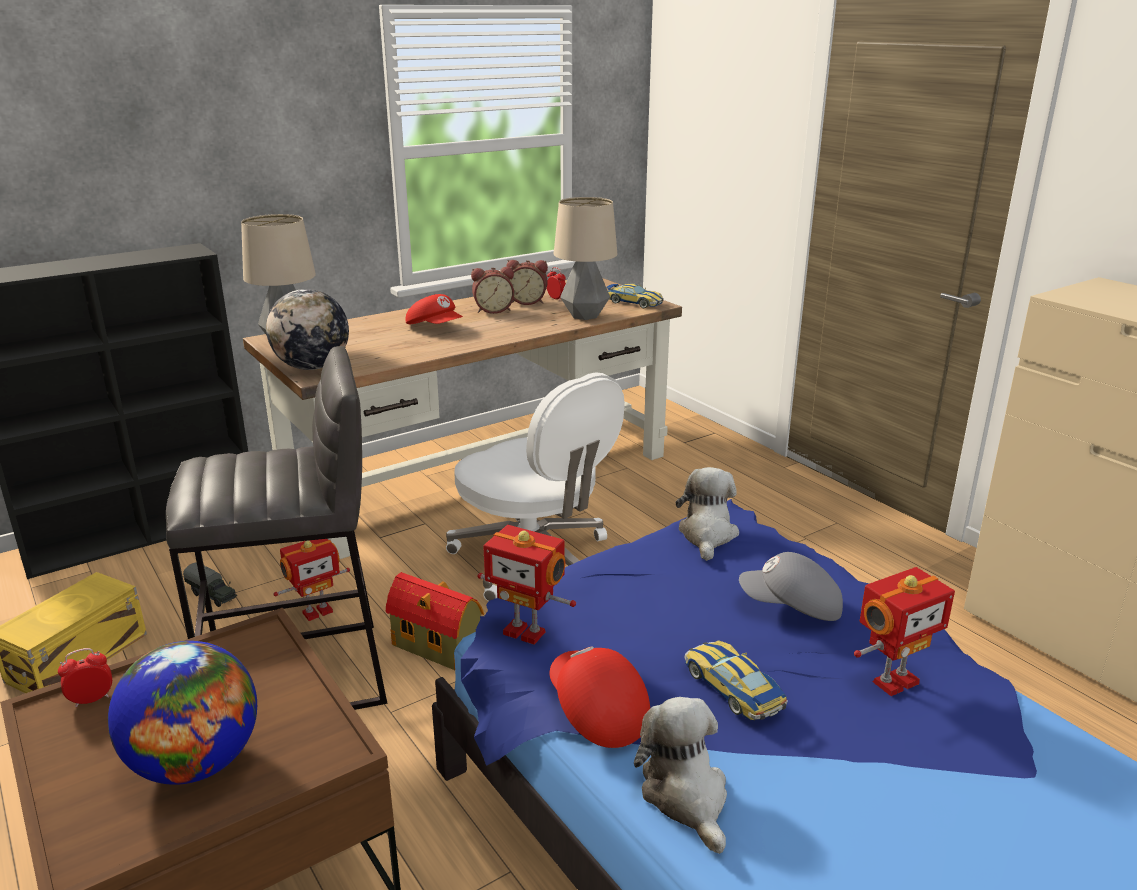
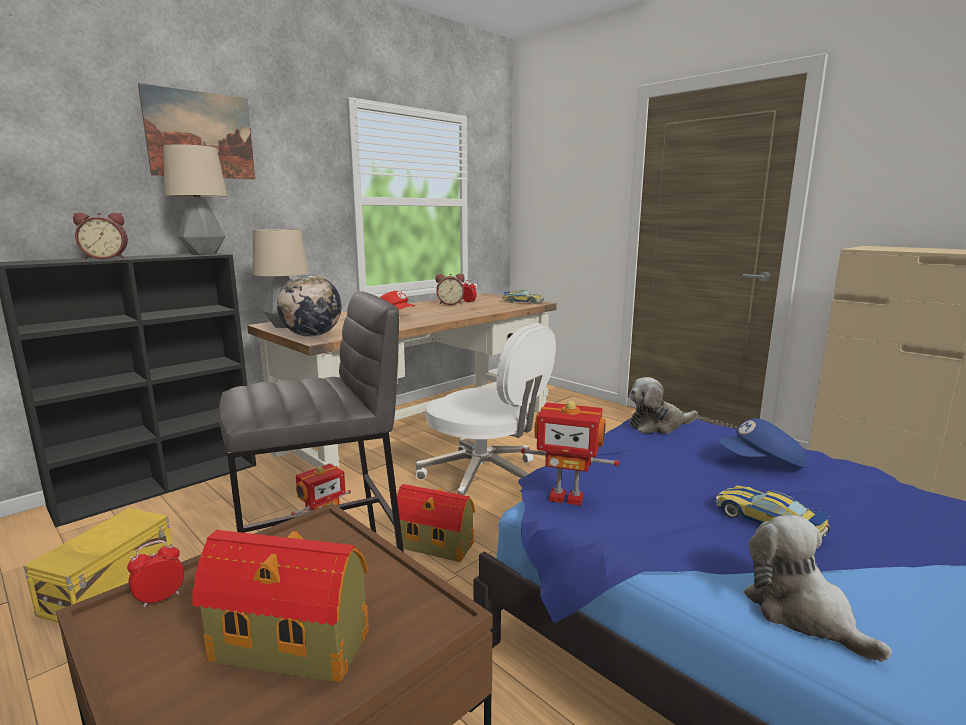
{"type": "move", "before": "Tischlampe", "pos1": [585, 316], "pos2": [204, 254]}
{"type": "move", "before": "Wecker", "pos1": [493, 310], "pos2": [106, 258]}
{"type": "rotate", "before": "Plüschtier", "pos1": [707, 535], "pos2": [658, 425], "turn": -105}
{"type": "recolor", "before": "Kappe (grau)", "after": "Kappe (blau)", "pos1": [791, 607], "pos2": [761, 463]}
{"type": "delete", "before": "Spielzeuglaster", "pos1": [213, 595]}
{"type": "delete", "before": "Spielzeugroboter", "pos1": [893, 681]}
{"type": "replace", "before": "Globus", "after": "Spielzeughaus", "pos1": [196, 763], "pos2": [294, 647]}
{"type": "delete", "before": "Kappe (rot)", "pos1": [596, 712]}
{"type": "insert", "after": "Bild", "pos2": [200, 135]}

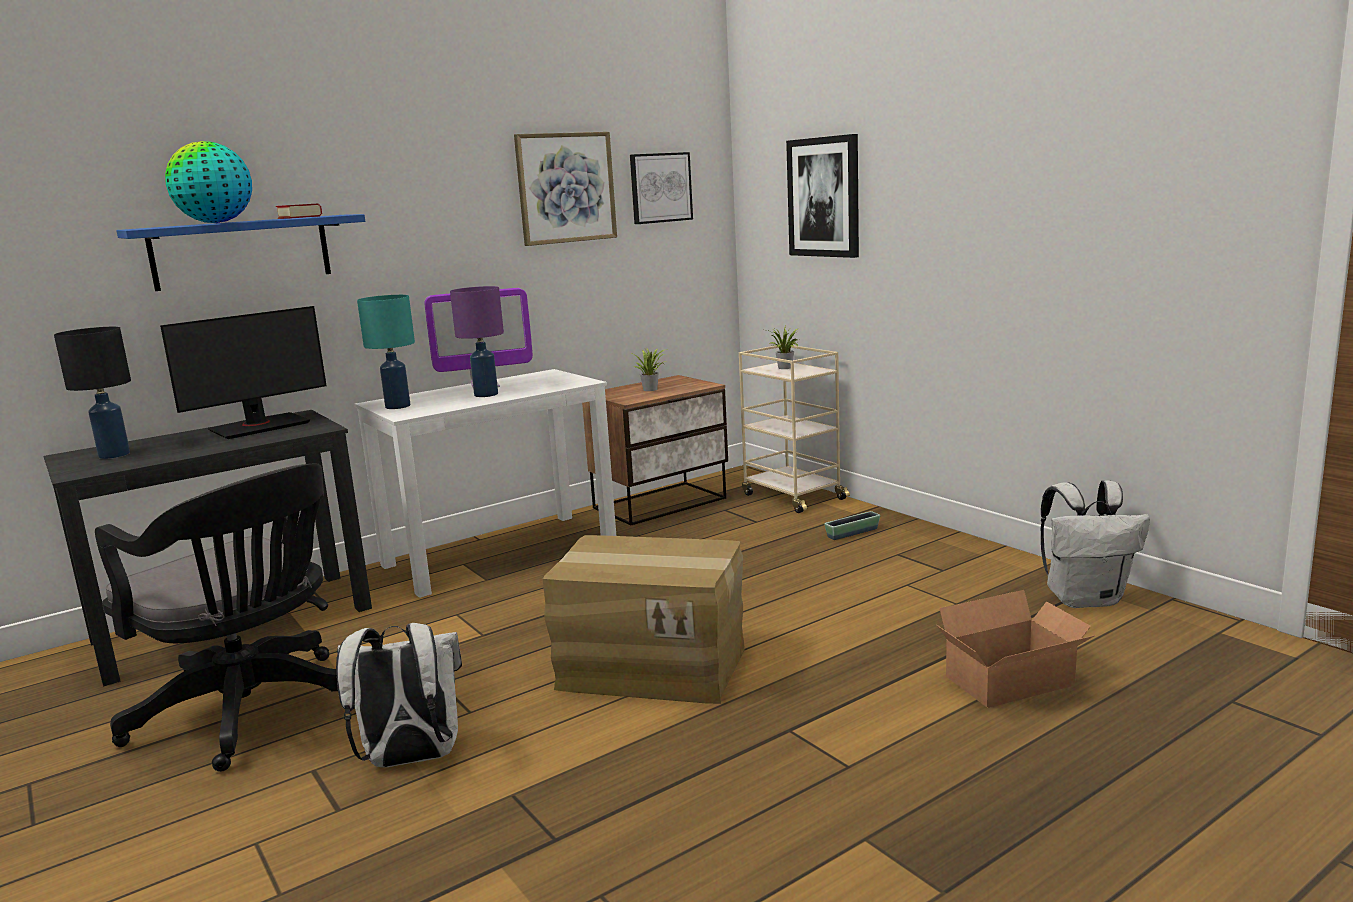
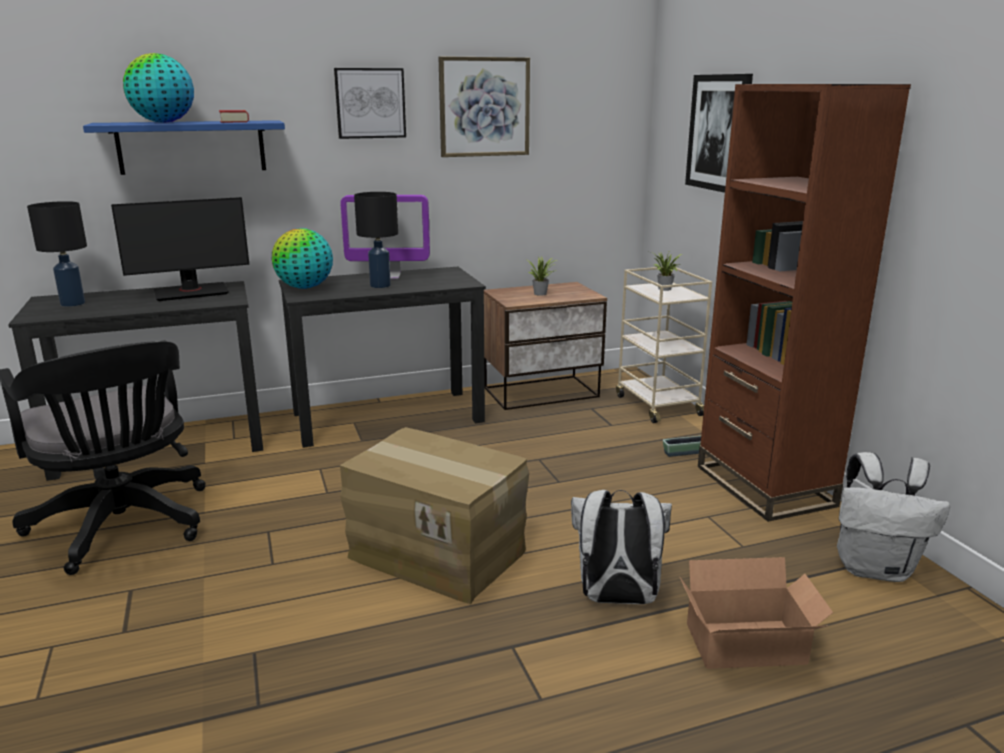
{"type": "move", "before": "Bild", "pos1": [660, 188], "pos2": [370, 103]}
{"type": "recolor", "before": "Tischlampe (lila)", "after": "Tischlampe (schwarz)", "pos1": [486, 394], "pos2": [380, 285]}
{"type": "replace", "before": "Tischlampe (türkis)", "after": "Globus", "pos1": [398, 406], "pos2": [305, 287]}
{"type": "recolor", "before": "Schreibtisch (weiß)", "after": "Schreibtisch (schwarz)", "pos1": [501, 552], "pos2": [388, 417]}
{"type": "move", "before": "Rucksack (weiß)", "pos1": [410, 760], "pos2": [616, 599]}
{"type": "insert", "after": "Bücherregal (braun)", "pos2": [764, 486]}

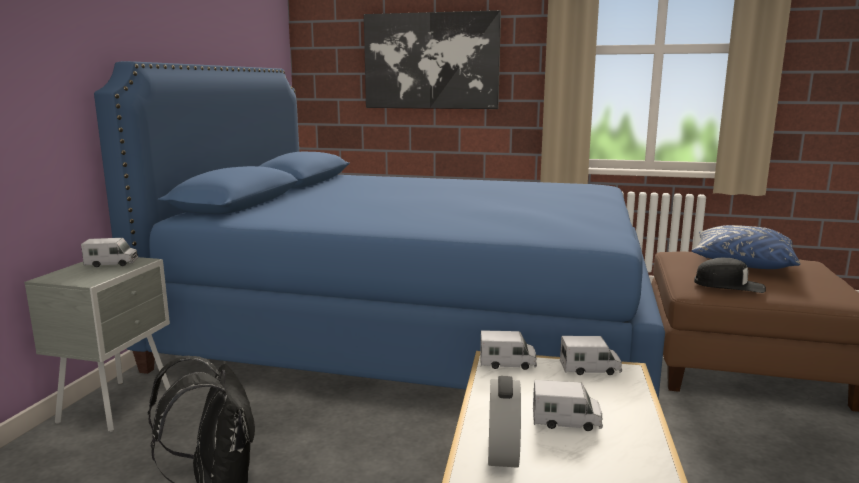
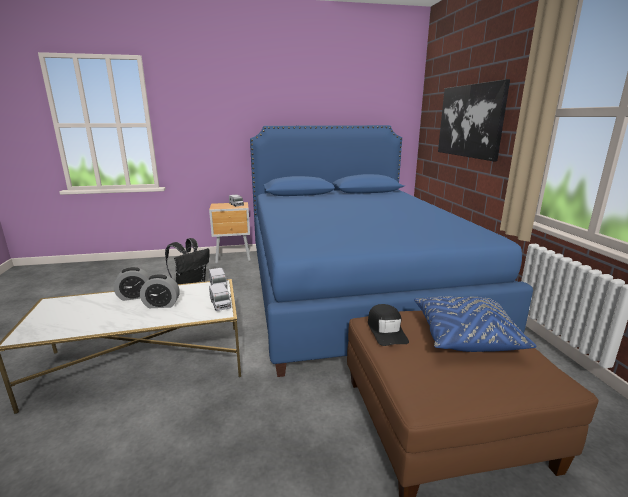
{"type": "recolor", "before": "Nachttisch (grau)", "after": "Nachttisch (braun)", "pos1": [119, 405], "pos2": [234, 258]}
{"type": "replace", "before": "Spielzeuglaster", "after": "Wecker", "pos1": [566, 421], "pos2": [161, 305]}

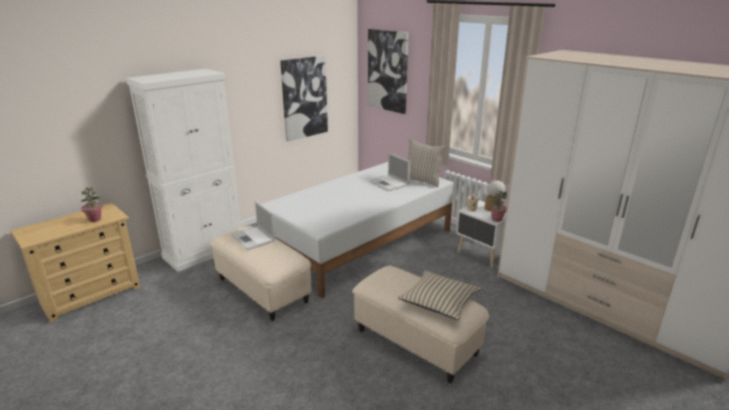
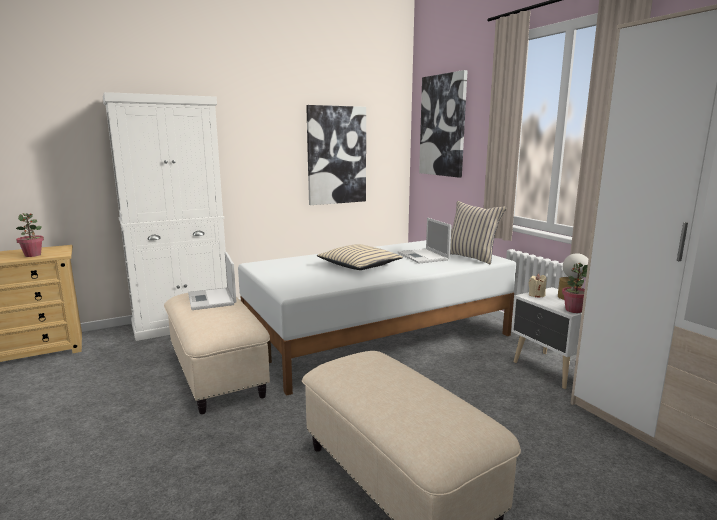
{"type": "move", "before": "Kissen (beige)", "pos1": [439, 301], "pos2": [359, 265]}

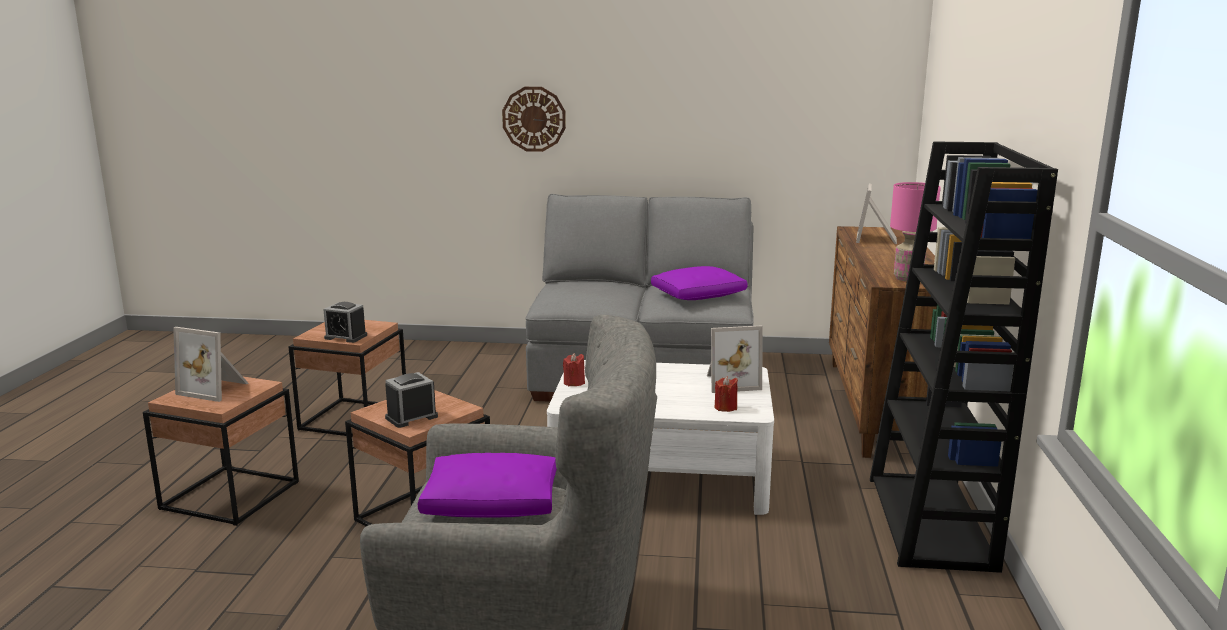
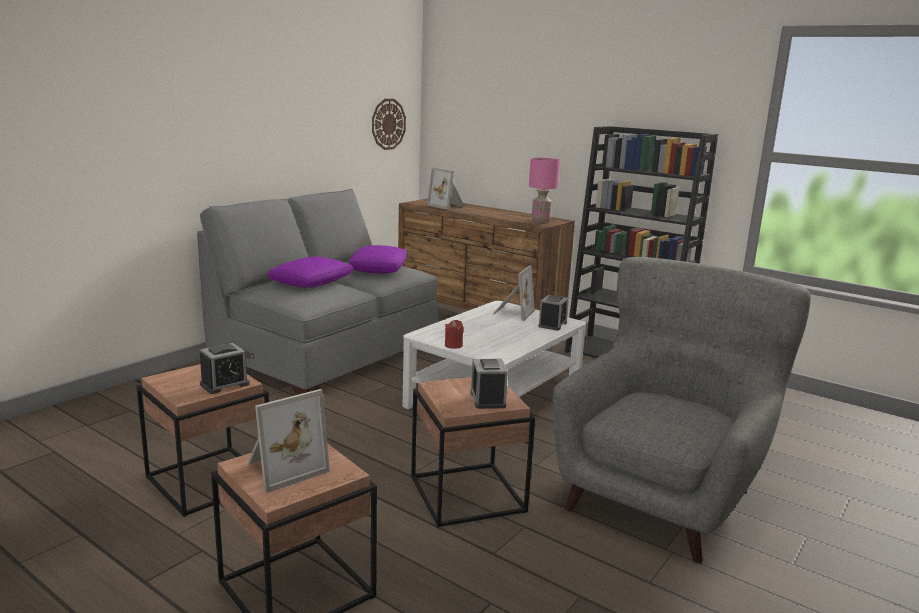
{"type": "move", "before": "Wanduhr", "pos1": [534, 119], "pos2": [388, 124]}
{"type": "replace", "before": "Kerze (rot)", "after": "Wecker", "pos1": [725, 407], "pos2": [552, 324]}
{"type": "move", "before": "Kissen (lila)", "pos1": [493, 503], "pos2": [312, 282]}

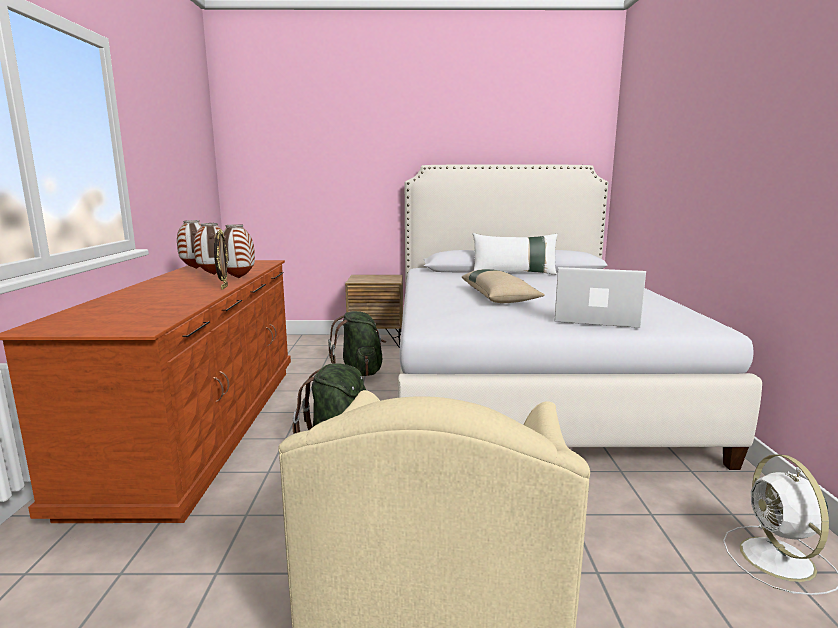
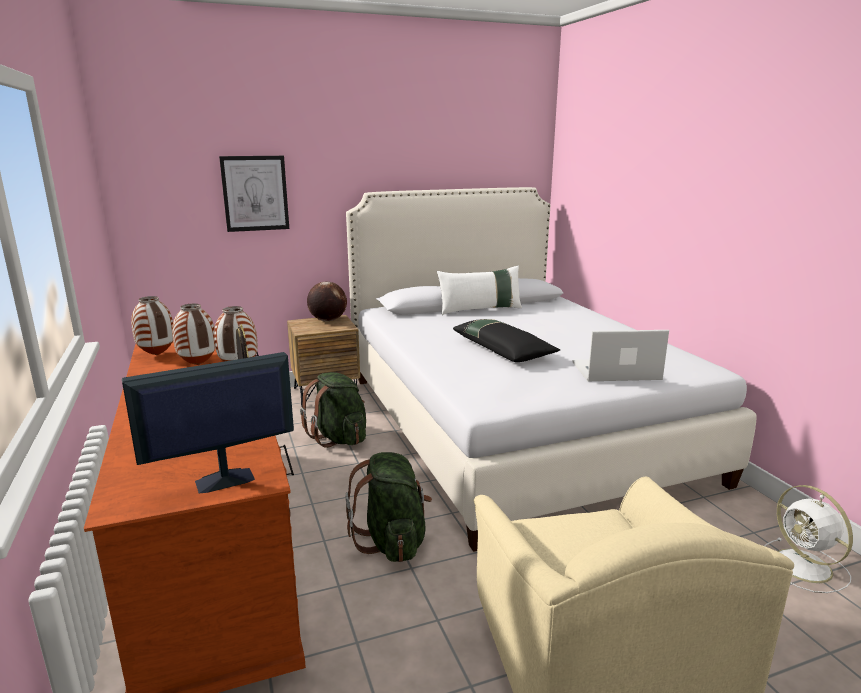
{"type": "recolor", "before": "Kissen (beige)", "after": "Kissen (schwarz)", "pos1": [499, 296], "pos2": [503, 349]}
{"type": "insert", "after": "Bild", "pos2": [255, 193]}
{"type": "insert", "after": "Globus", "pos2": [327, 320]}
{"type": "insert", "after": "Monitor", "pos2": [223, 480]}

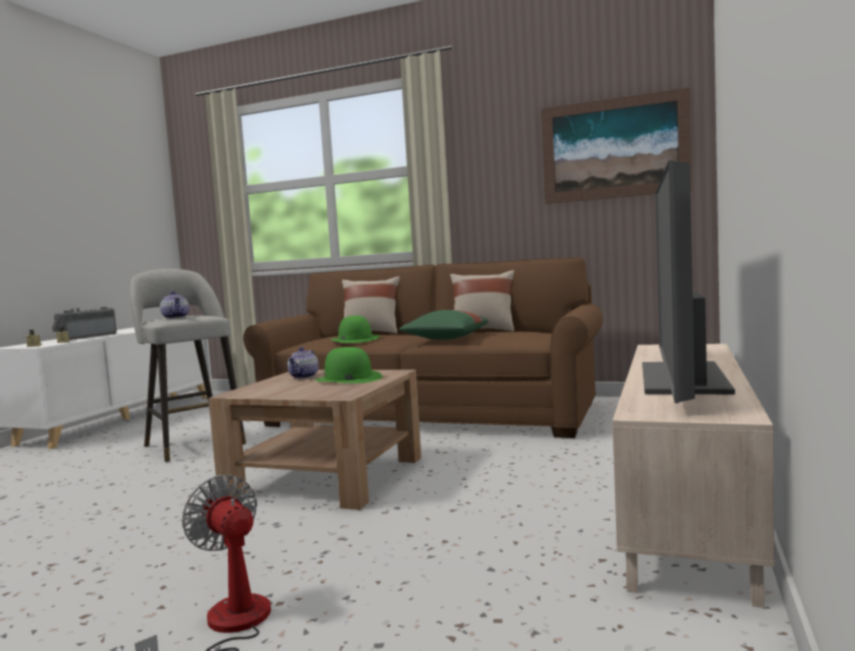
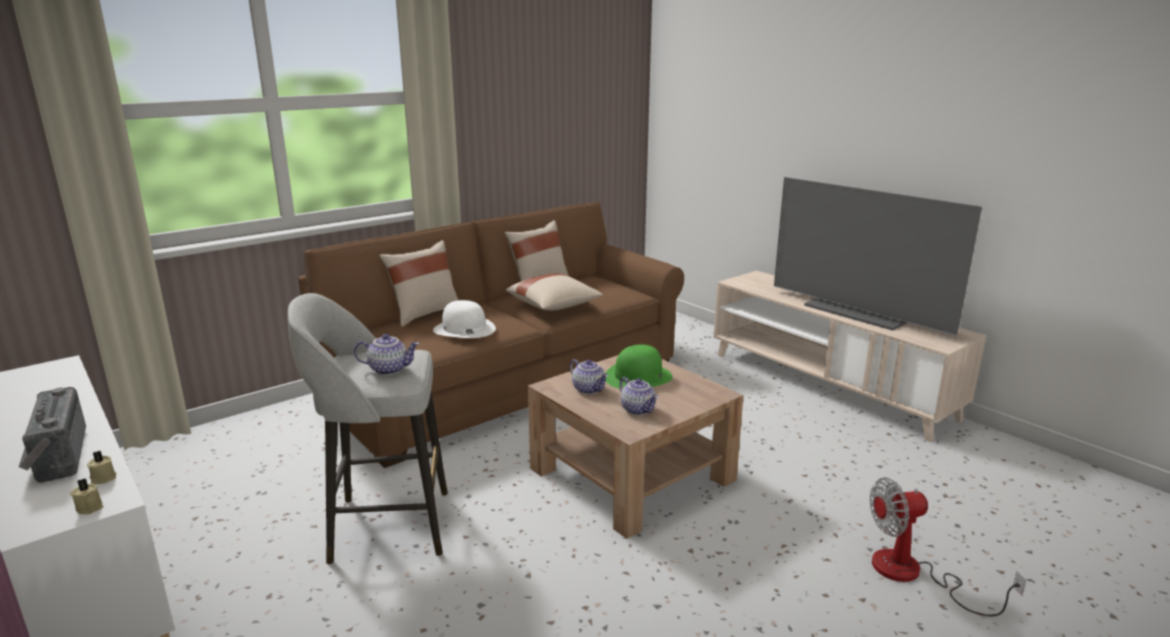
{"type": "delete", "before": "Bild", "pos1": [614, 148]}
{"type": "recolor", "before": "Kissen (grün)", "after": "Kissen (beige)", "pos1": [445, 339], "pos2": [554, 306]}
{"type": "recolor", "before": "Hut (grün)", "after": "Hut (weiß)", "pos1": [355, 339], "pos2": [464, 329]}
{"type": "insert", "after": "Teekanne", "pos2": [638, 410]}

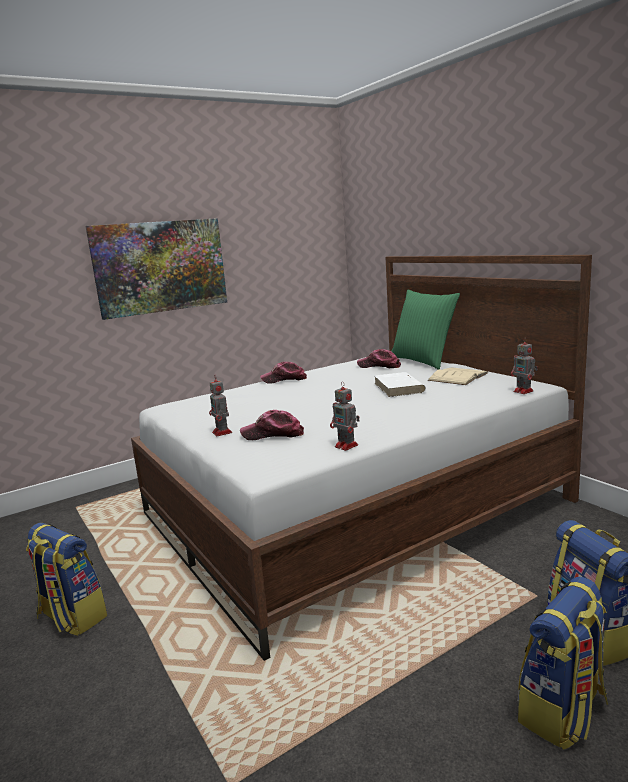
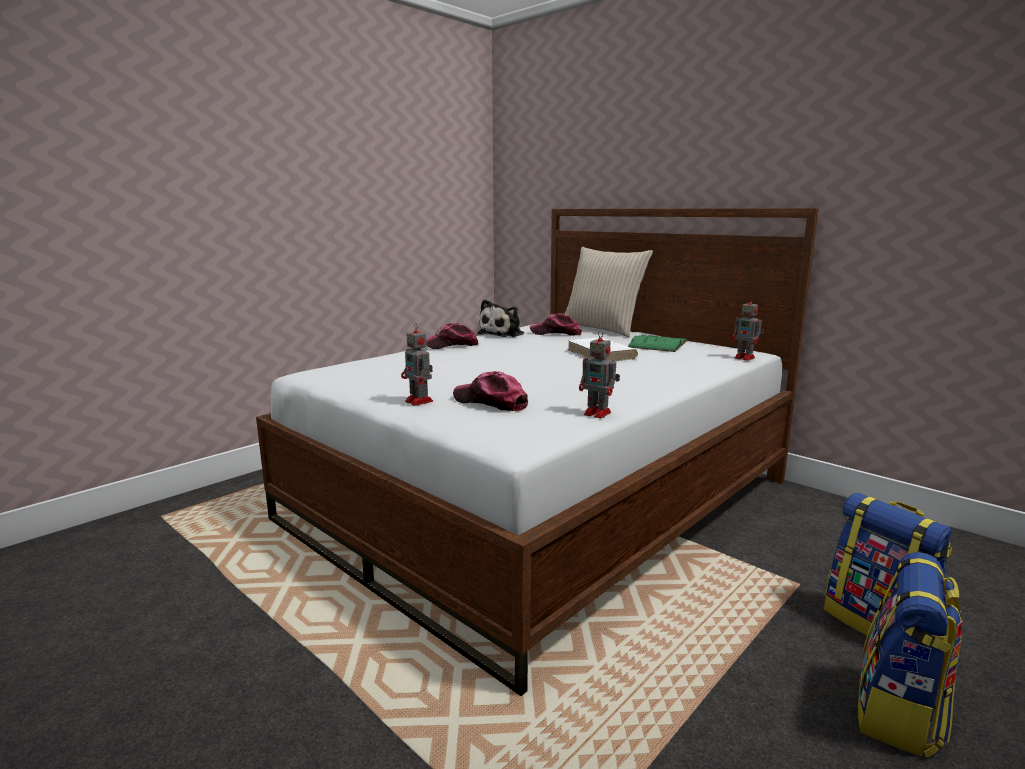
{"type": "delete", "before": "Bild", "pos1": [160, 267]}
{"type": "recolor", "before": "Kissen (grün)", "after": "Kissen (beige)", "pos1": [423, 361], "pos2": [602, 329]}
{"type": "recolor", "before": "Buch (beige)", "after": "Buch (grün)", "pos1": [458, 376], "pos2": [658, 344]}
{"type": "rotate", "before": "Kappe", "pos1": [273, 434], "pos2": [491, 402], "turn": 45}
{"type": "delete", "before": "Rucksack", "pos1": [71, 617]}
{"type": "insert", "after": "Plüschtier", "pos2": [503, 334]}

